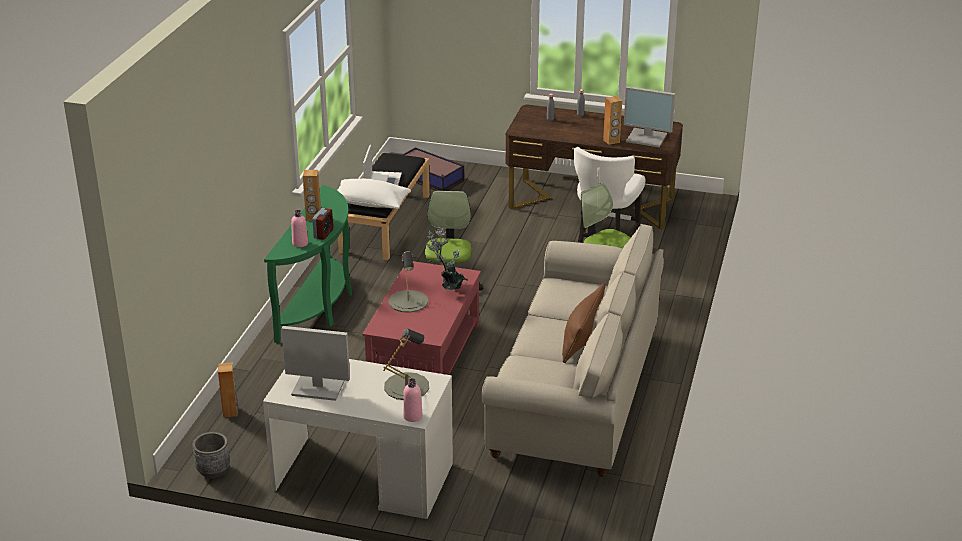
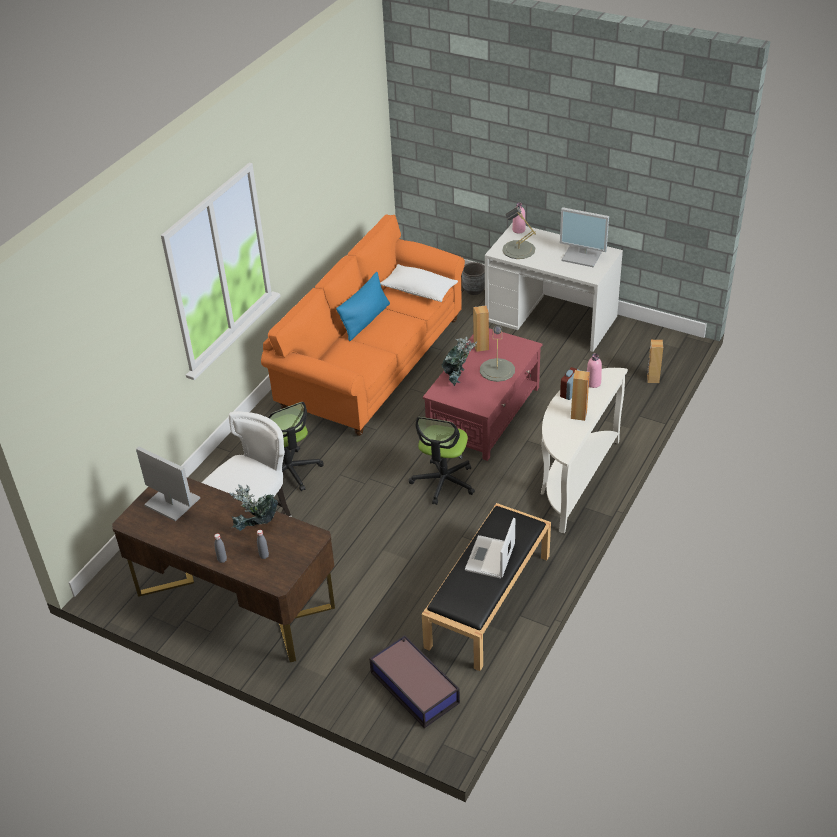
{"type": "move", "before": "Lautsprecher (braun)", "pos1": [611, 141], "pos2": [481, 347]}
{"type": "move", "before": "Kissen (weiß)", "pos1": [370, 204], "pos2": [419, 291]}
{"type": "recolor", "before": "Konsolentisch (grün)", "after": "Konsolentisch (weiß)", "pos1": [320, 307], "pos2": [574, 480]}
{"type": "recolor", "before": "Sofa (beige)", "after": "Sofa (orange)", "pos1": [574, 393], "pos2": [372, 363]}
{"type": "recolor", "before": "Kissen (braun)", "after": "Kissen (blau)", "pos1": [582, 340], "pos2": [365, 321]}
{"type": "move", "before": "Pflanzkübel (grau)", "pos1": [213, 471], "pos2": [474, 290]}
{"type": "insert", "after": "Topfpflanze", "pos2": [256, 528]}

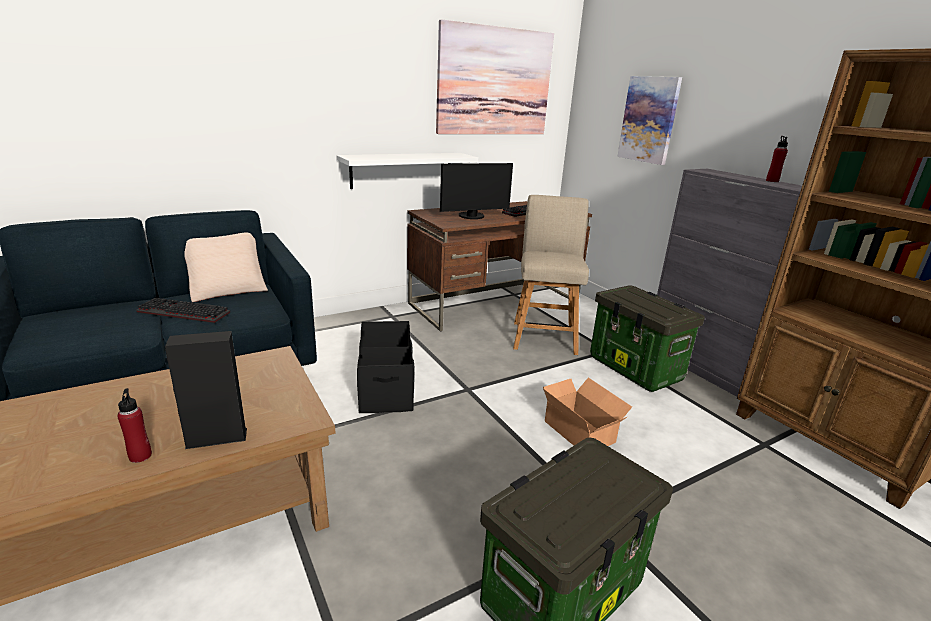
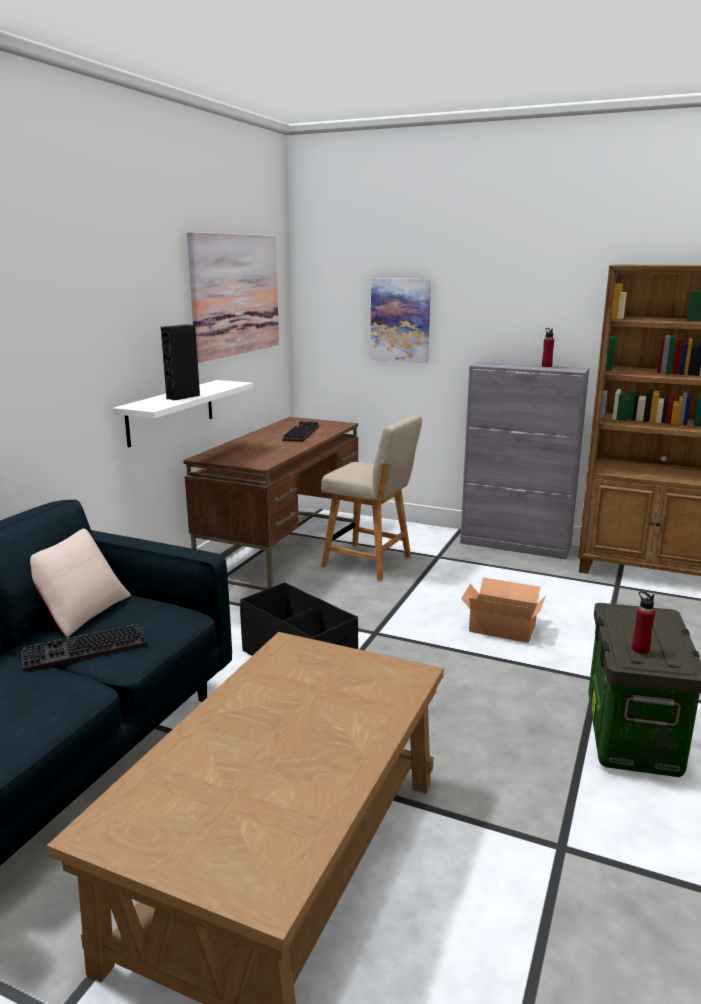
{"type": "delete", "before": "Monitor", "pos1": [472, 216]}
{"type": "rotate", "before": "Stuhl (beige)", "pos1": [544, 336], "pos2": [371, 562], "turn": 150}
{"type": "delete", "before": "Aufbewahrungsbox", "pos1": [636, 369]}
{"type": "move", "before": "Lautsprecher (schwarz)", "pos1": [216, 438], "pos2": [183, 397]}
{"type": "move", "before": "Flasche (rot)", "pos1": [140, 456], "pos2": [640, 649]}

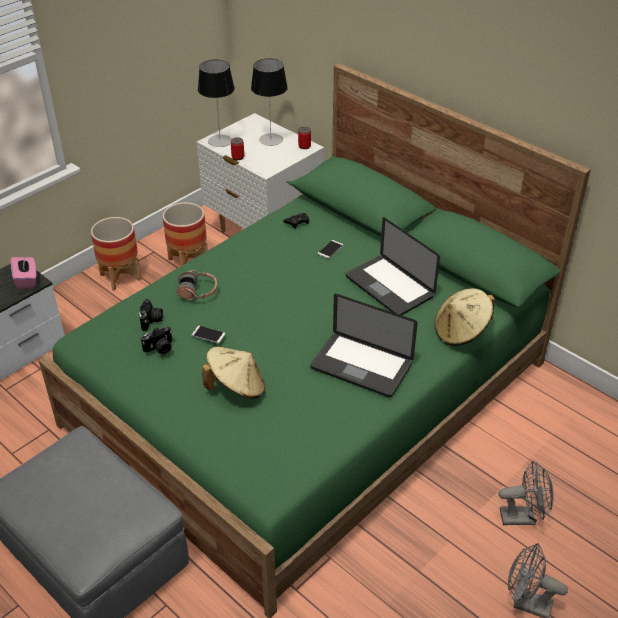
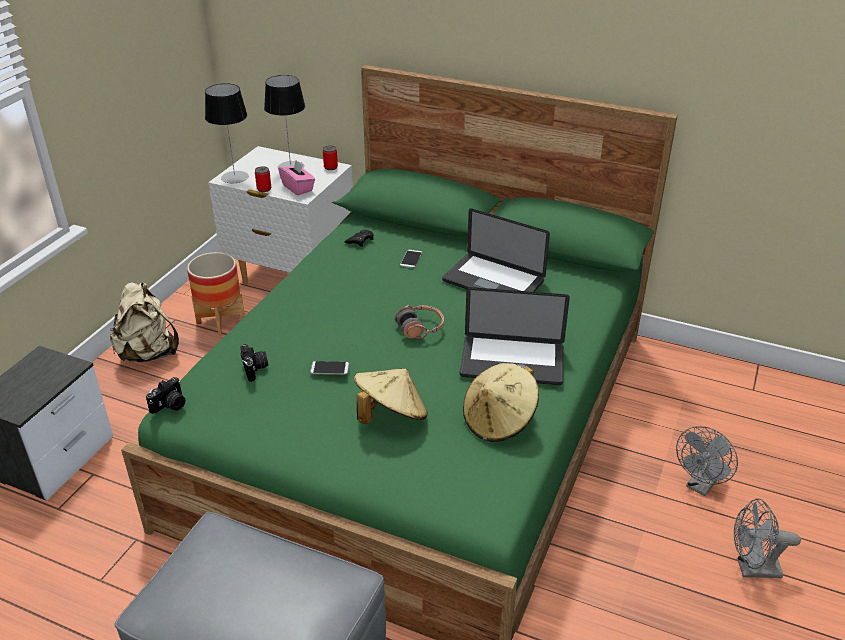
{"type": "replace", "before": "Pflanzkübel", "after": "Rucksack (beige)", "pos1": [121, 277], "pos2": [148, 353]}
{"type": "move", "before": "Taschentuchbox (rosa)", "pos1": [26, 280], "pos2": [298, 188]}
{"type": "move", "before": "Kopfhörer", "pos1": [198, 291], "pos2": [420, 328]}
{"type": "move", "before": "Hut (beige)", "pos1": [461, 331], "pos2": [499, 421]}
{"type": "move", "before": "Kamera", "pos1": [160, 349], "pos2": [170, 405]}
{"type": "rotate", "before": "Ventilator (grau)", "pos1": [523, 517], "pos2": [701, 486], "turn": 150}

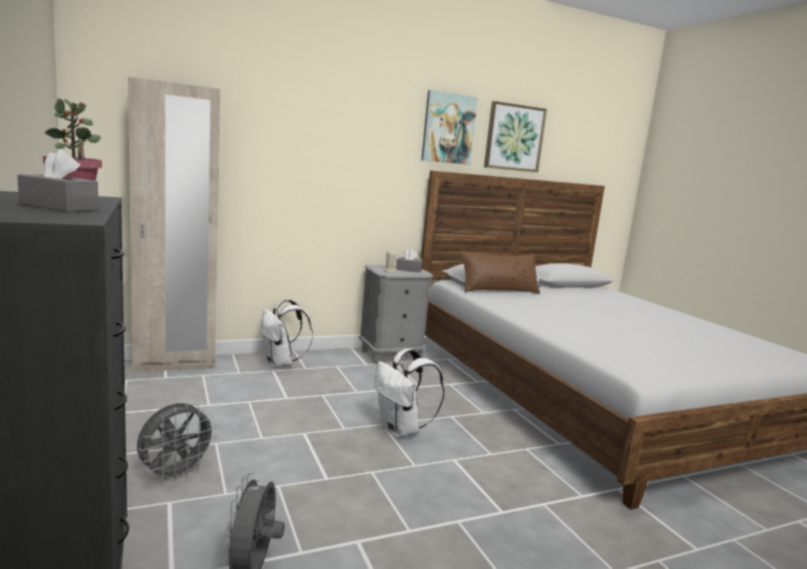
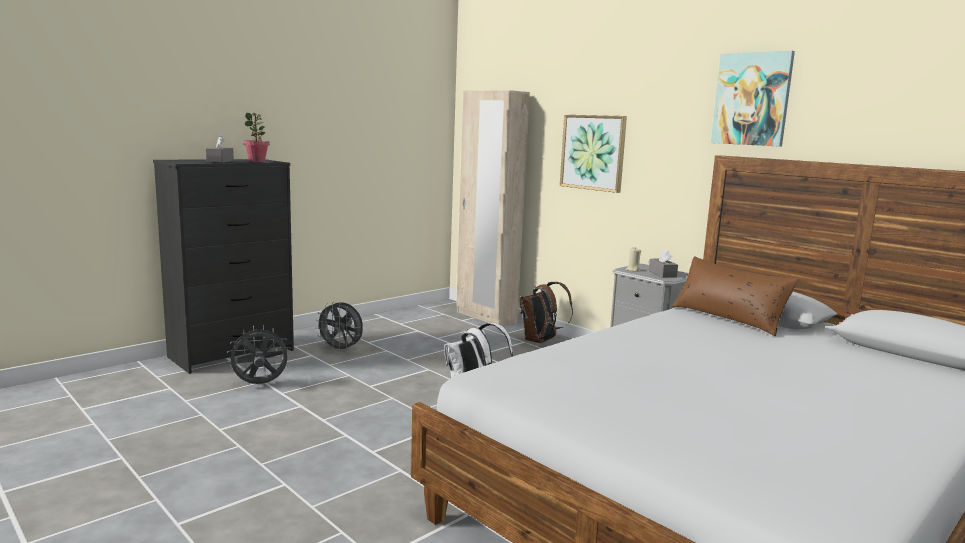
{"type": "move", "before": "Bild", "pos1": [514, 137], "pos2": [593, 152]}
{"type": "recolor", "before": "Rucksack (weiß)", "after": "Rucksack (braun)", "pos1": [280, 364], "pos2": [541, 341]}

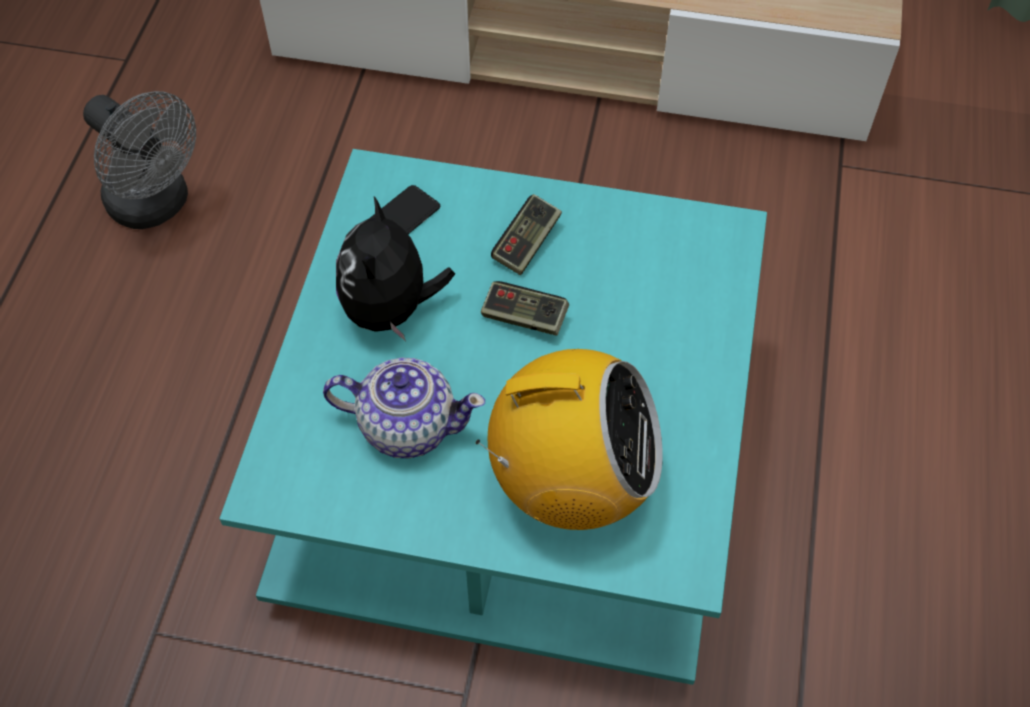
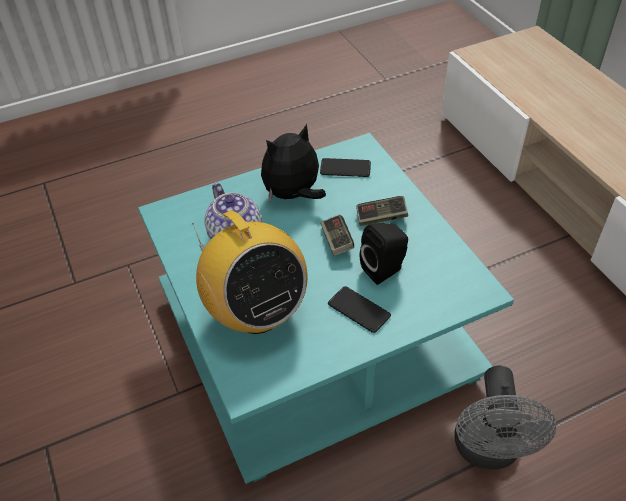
{"type": "move", "before": "Ventilator (grau)", "pos1": [157, 205], "pos2": [488, 451]}
{"type": "insert", "after": "Lautsprecher (schwarz)", "pos2": [385, 269]}
{"type": "insert", "after": "Handy", "pos2": [359, 310]}

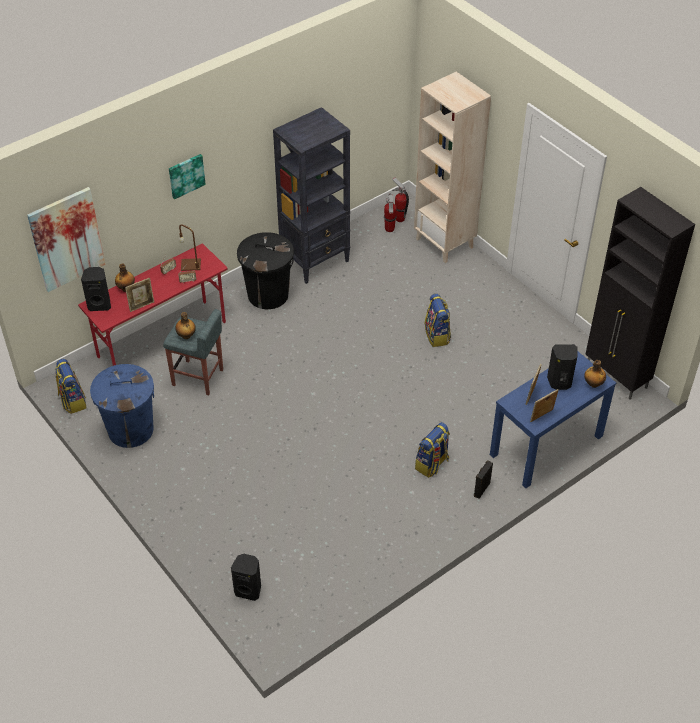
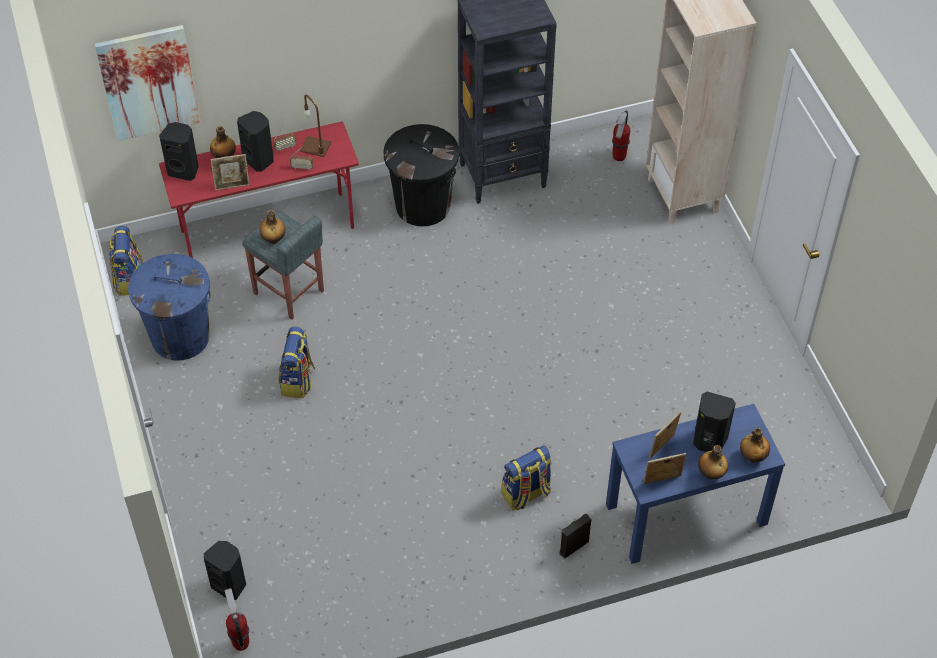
{"type": "delete", "before": "Bild", "pos1": [186, 175]}
{"type": "move", "before": "Feuerlöscher", "pos1": [399, 219], "pos2": [241, 643]}
{"type": "delete", "before": "Schrank (schwarz)", "pos1": [616, 376]}
{"type": "move", "before": "Rucksack", "pos1": [437, 335], "pos2": [298, 381]}
{"type": "insert", "after": "Lautsprecher (schwarz)", "pos2": [259, 160]}
{"type": "insert", "after": "Flasche", "pos2": [711, 474]}

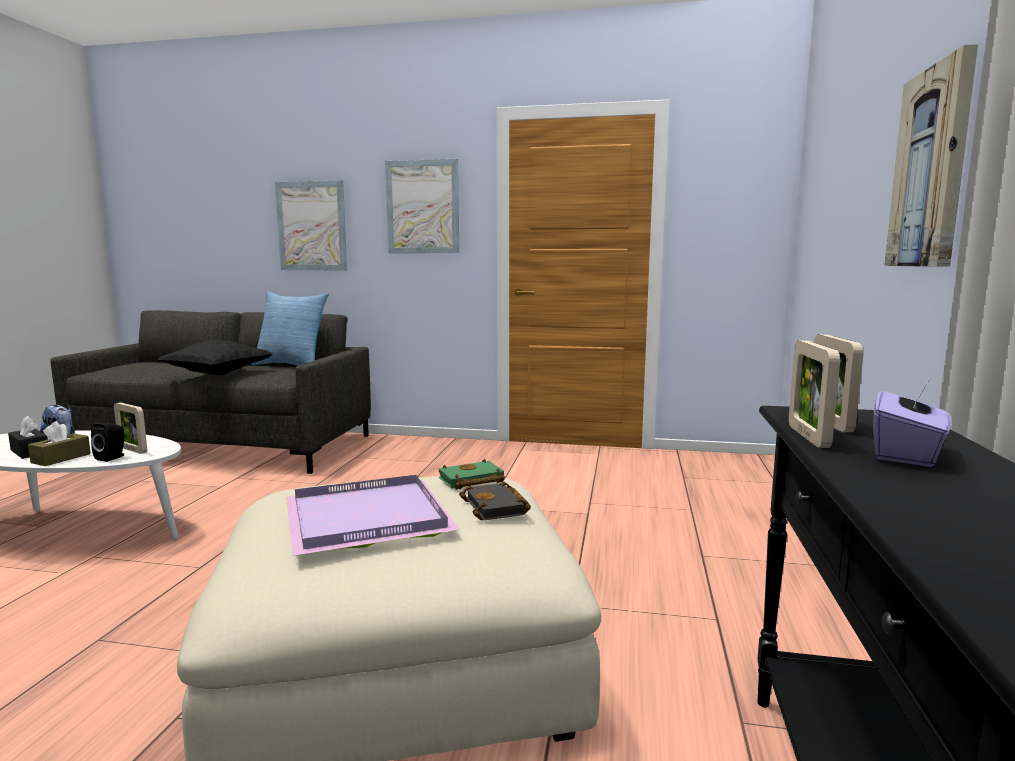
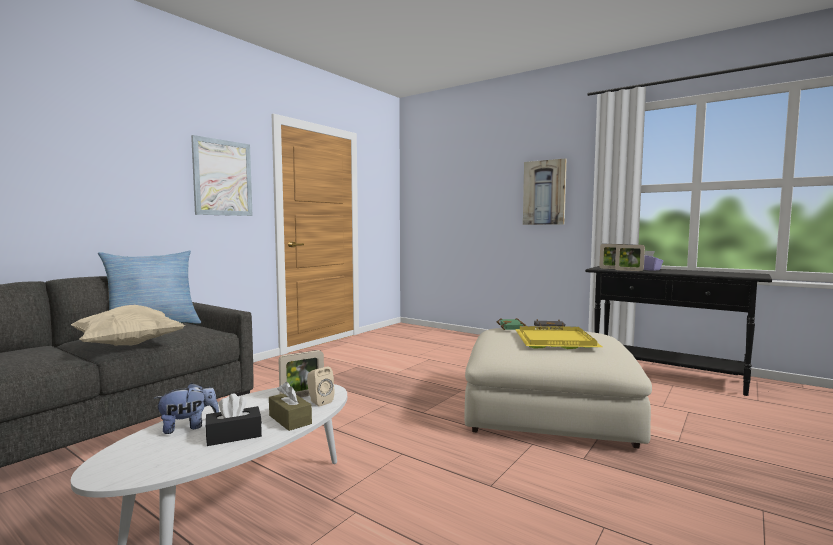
{"type": "delete", "before": "Bild", "pos1": [312, 226]}
{"type": "recolor", "before": "Kissen (schwarz)", "after": "Kissen (beige)", "pos1": [217, 374], "pos2": [128, 345]}
{"type": "recolor", "before": "Lautsprecher (schwarz)", "after": "Lautsprecher (beige)", "pos1": [112, 457], "pos2": [319, 401]}
{"type": "recolor", "before": "Tablett (lila)", "after": "Tablett (gelb)", "pos1": [364, 518], "pos2": [554, 341]}

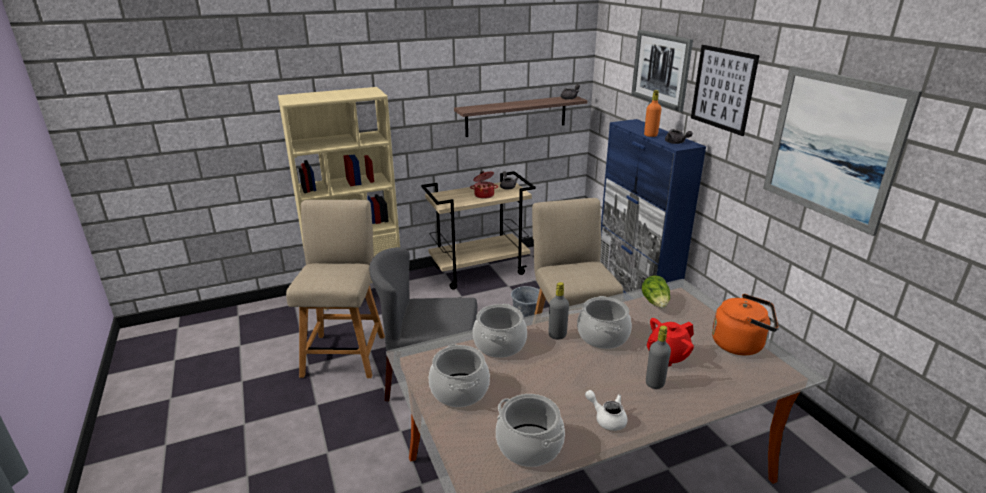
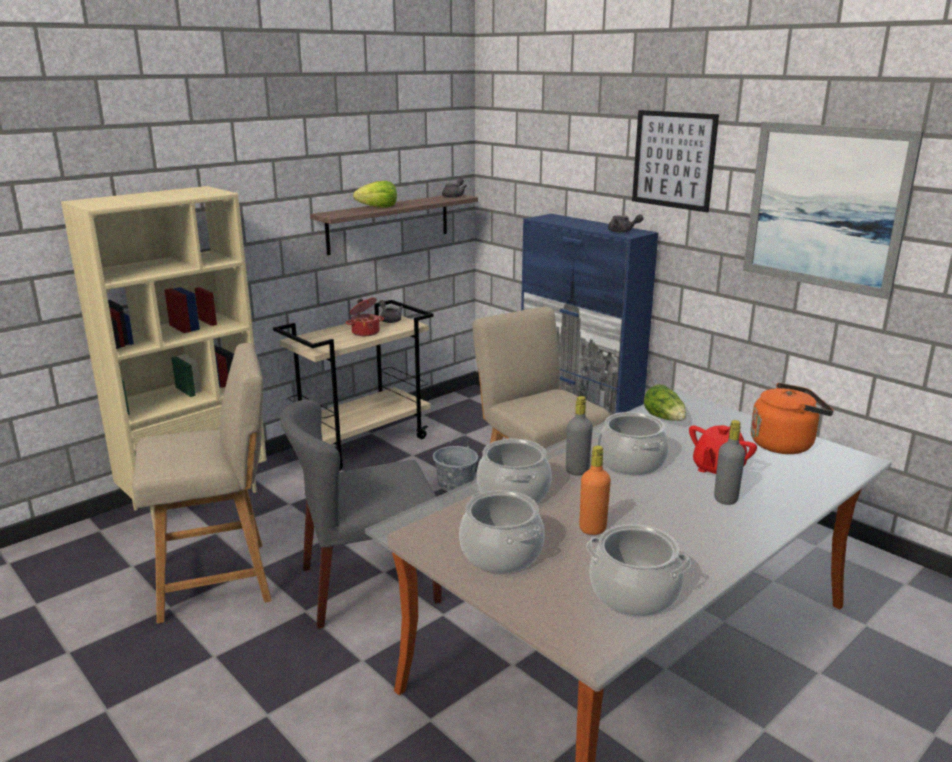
{"type": "delete", "before": "Bild", "pos1": [661, 69]}
{"type": "move", "before": "Flasche (orange)", "pos1": [650, 135], "pos2": [592, 529]}
{"type": "rotate", "before": "Stuhl (beige)", "pos1": [345, 352], "pos2": [221, 579], "turn": 90}
{"type": "delete", "before": "Teekanne (weiß)", "pos1": [607, 418]}
{"type": "insert", "after": "Salatkopf", "pos2": [378, 208]}

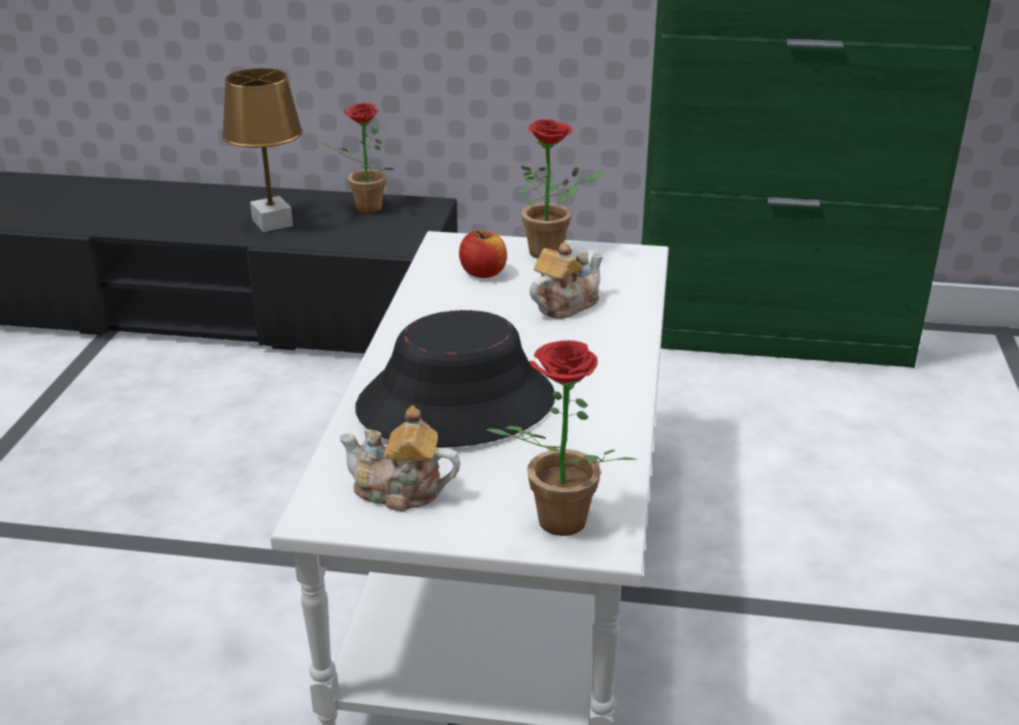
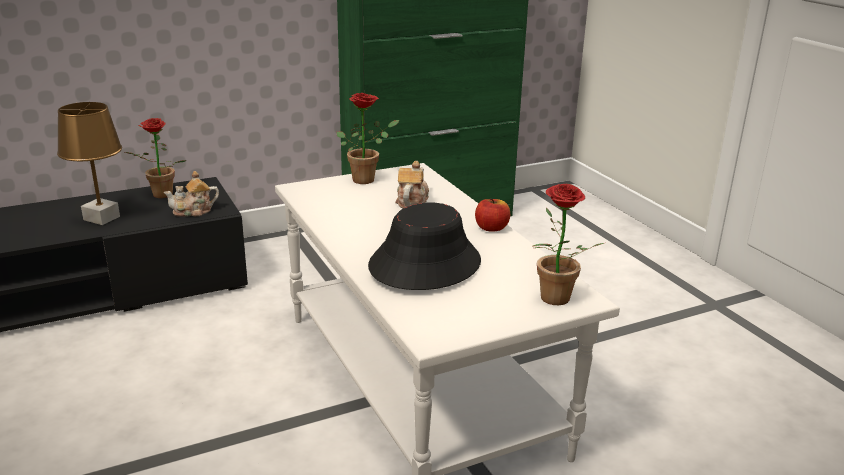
{"type": "move", "before": "Apfel", "pos1": [483, 273], "pos2": [491, 228]}
{"type": "move", "before": "Teekanne", "pos1": [399, 491], "pos2": [193, 211]}

